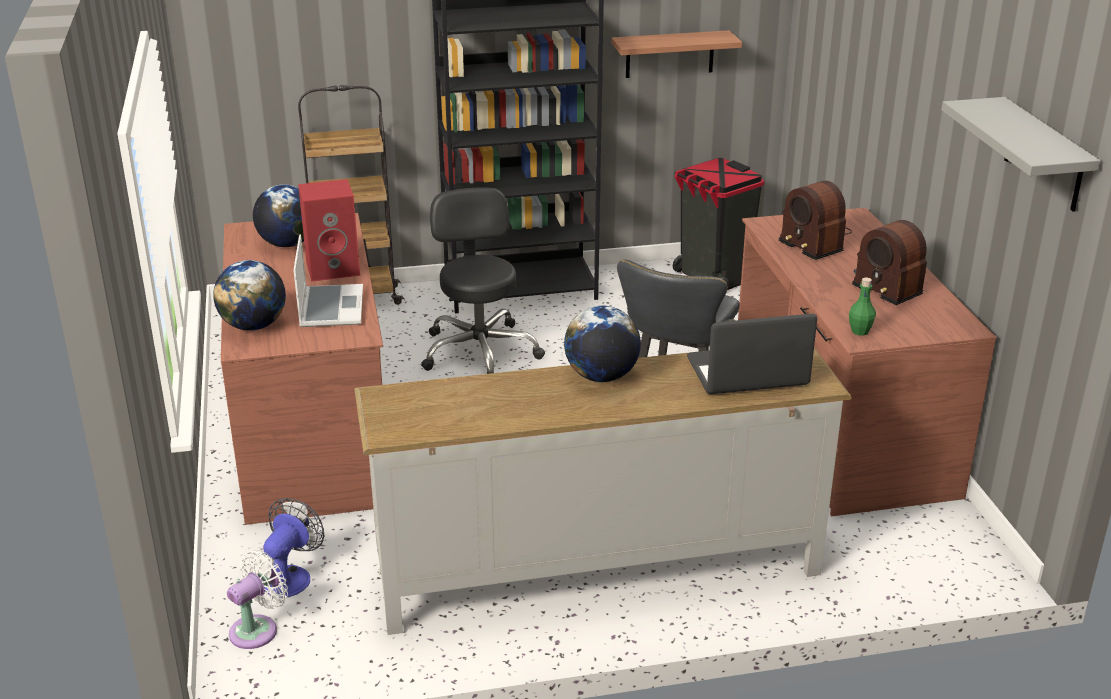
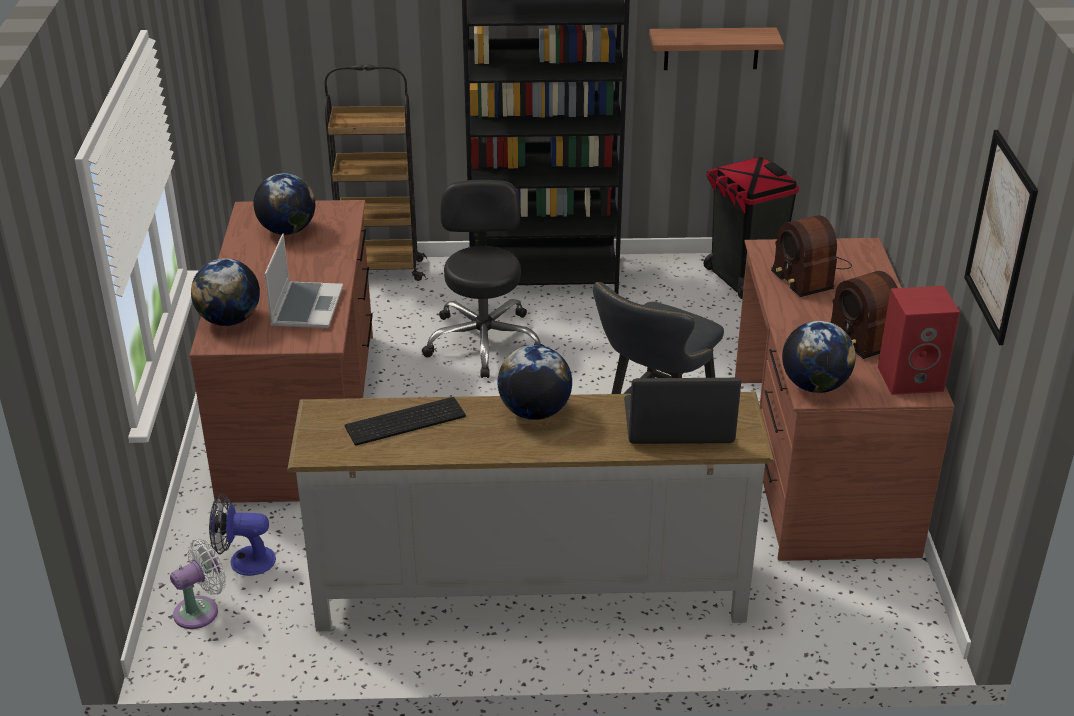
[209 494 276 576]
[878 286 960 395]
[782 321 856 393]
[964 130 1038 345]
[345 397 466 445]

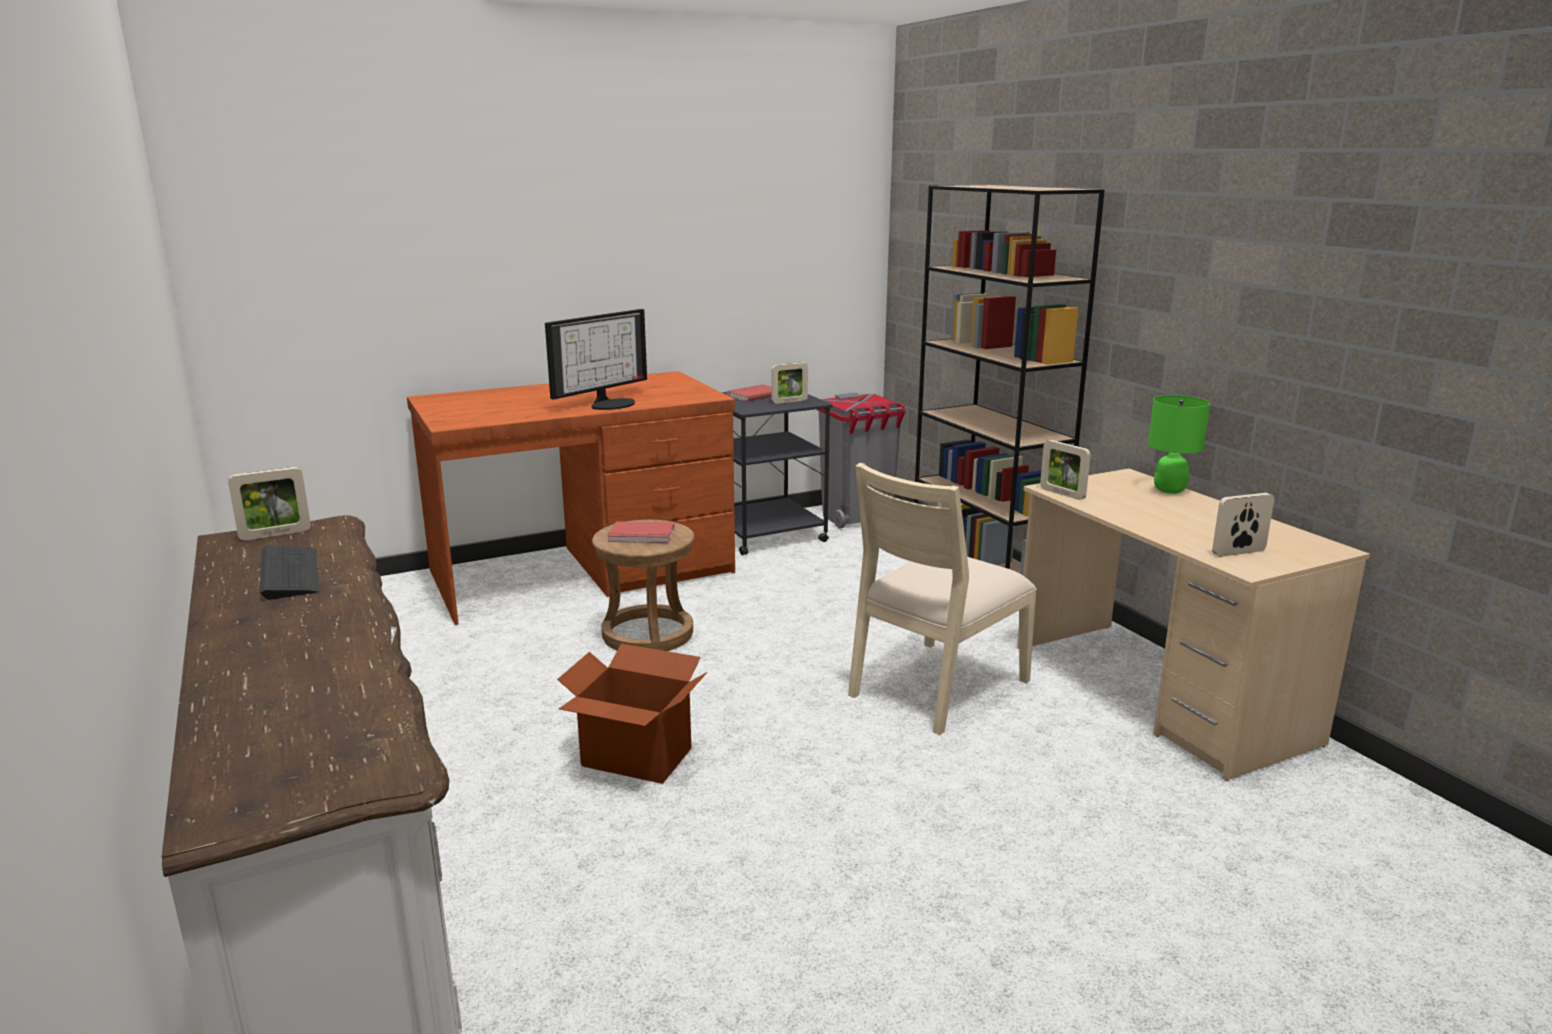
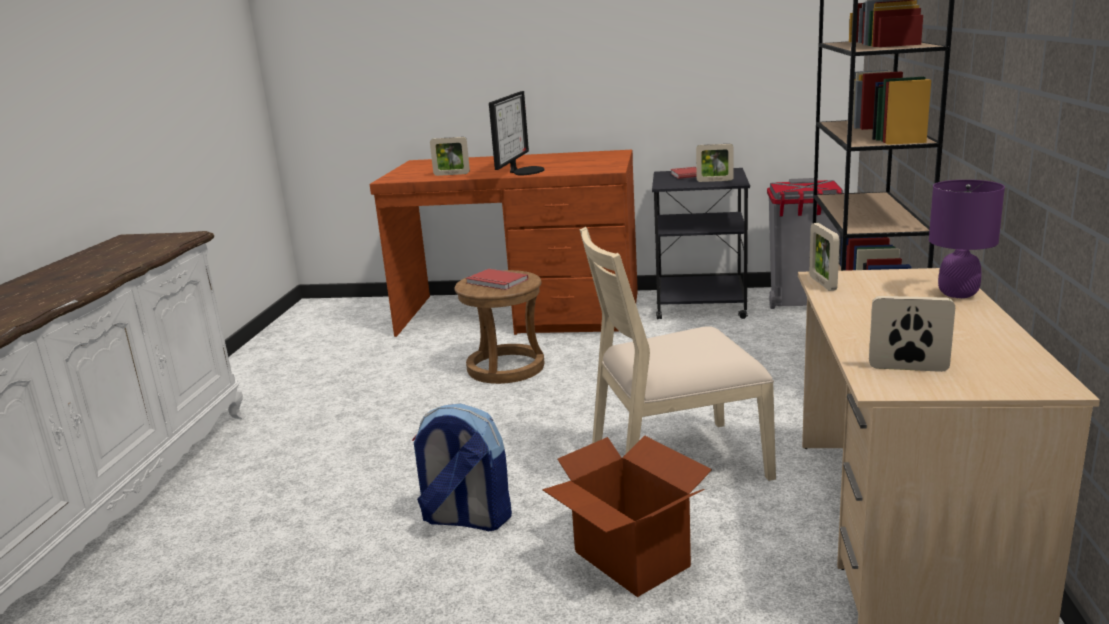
[430 137 470 176]
[259 545 319 600] (first image)
[489 91 544 175]
[542 435 712 597]
[929 180 1005 298]
[412 404 512 531]

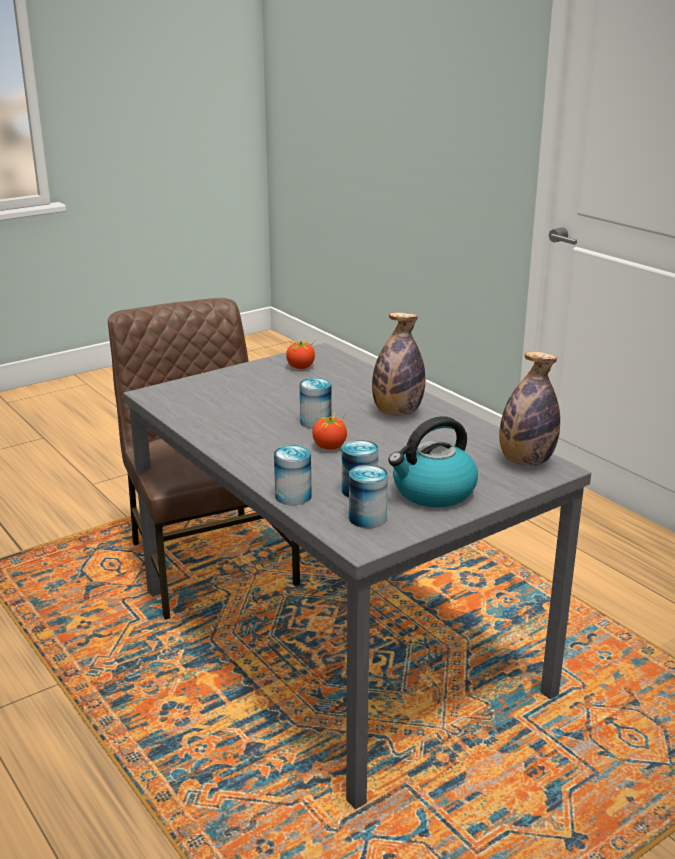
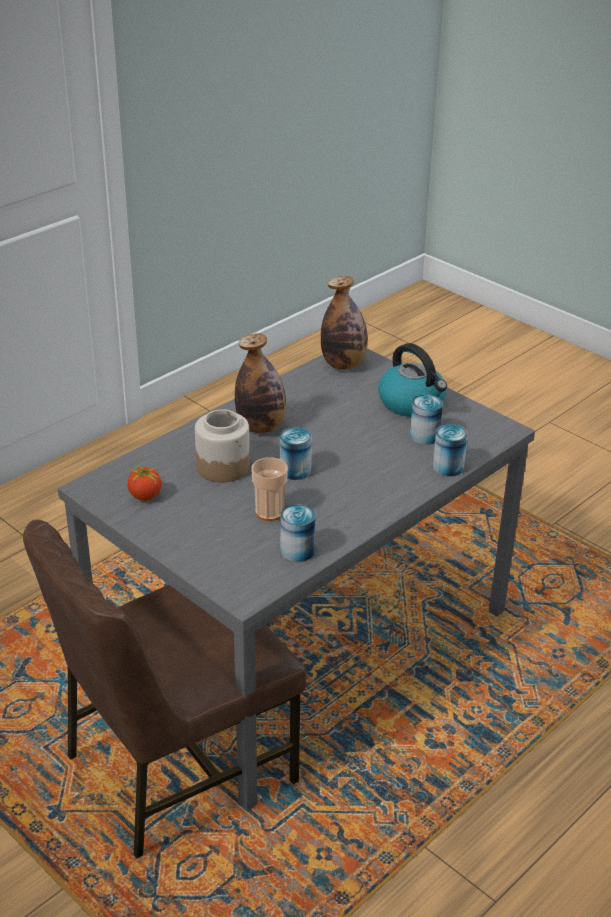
[312 410 347 450] (first image)
[280 504 315 562]
[195 409 250 482]
[252 458 288 521]

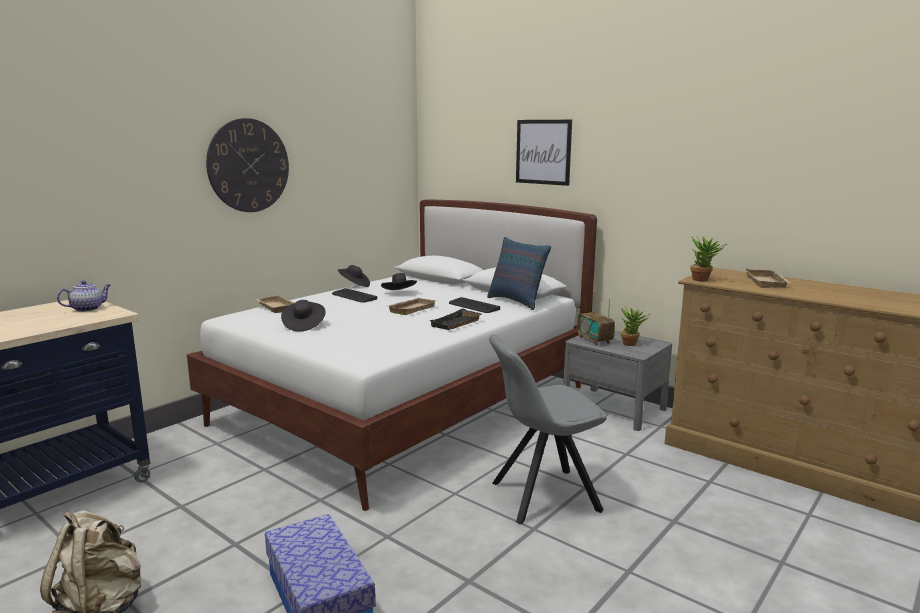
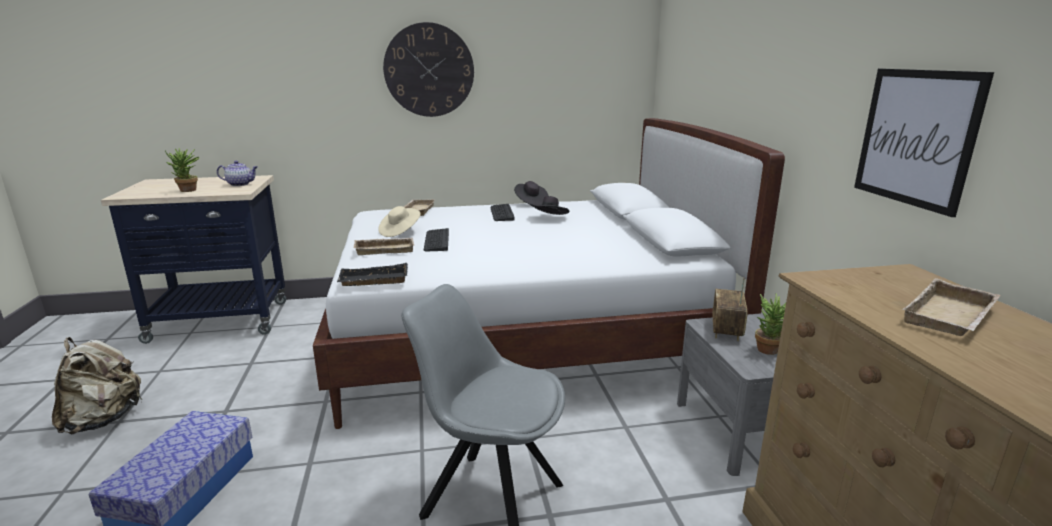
[378 206 421 237]
[353 238 414 255]
[337 263 408 286]
[424 228 449 251]
[487 237 551 310] (first image)
[854 69 994 217]
[165 148 199 192]

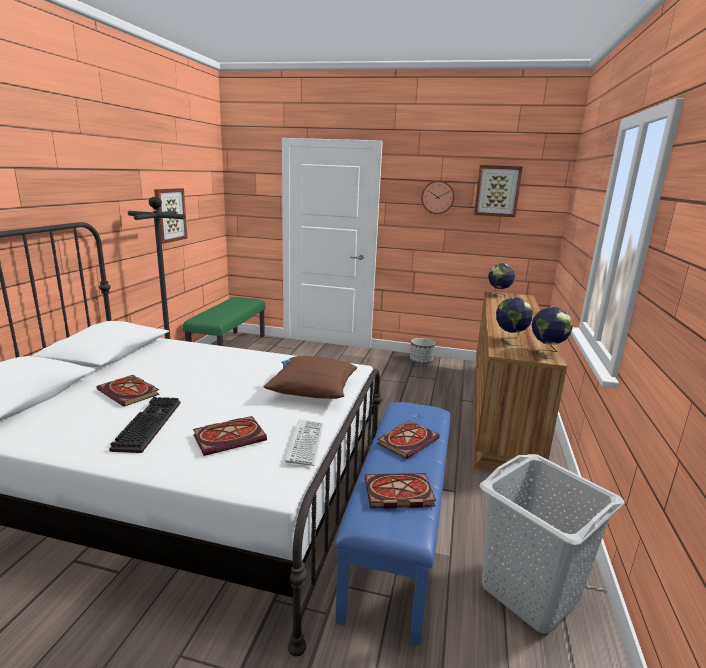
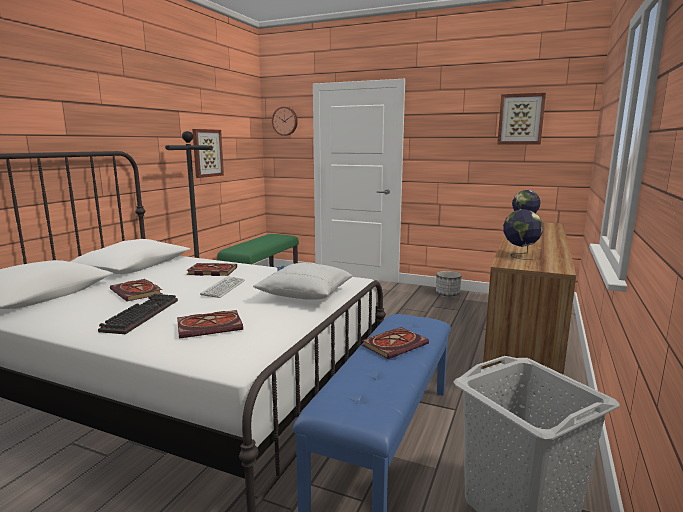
[253 263 353 300]
[200 276 245 298]
[186 263 237 276]
[272 107 298 136]
[532 307 573 359] (first image)

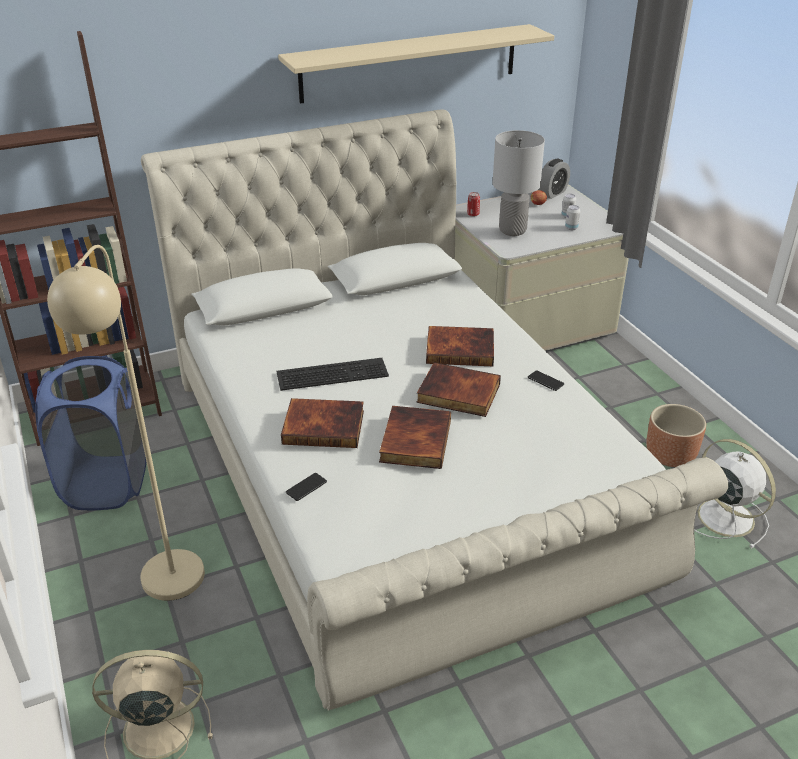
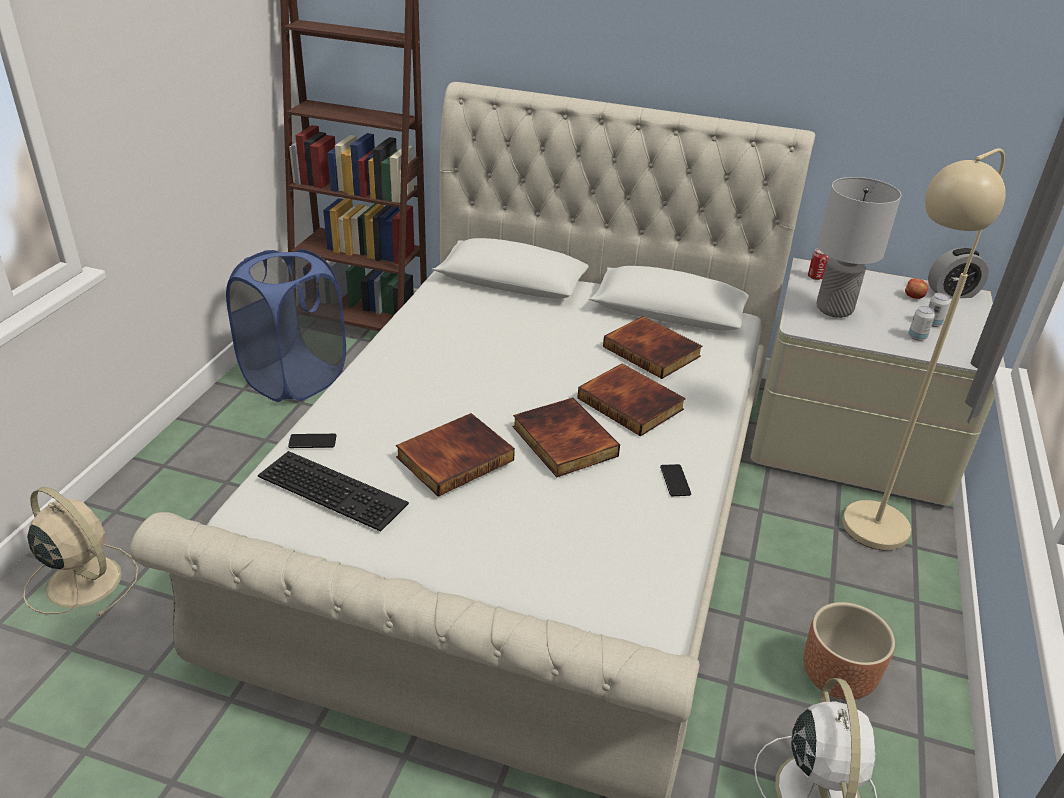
[842 148 1006 550]
[258 451 409 532]
[278 24 554 104] (first image)
[603 316 702 379]

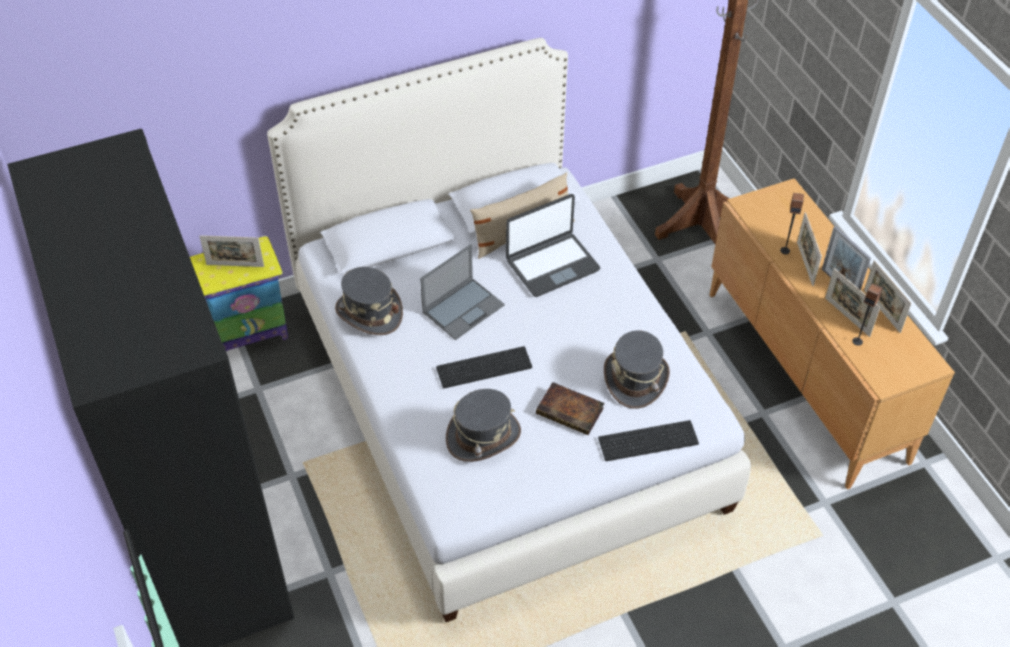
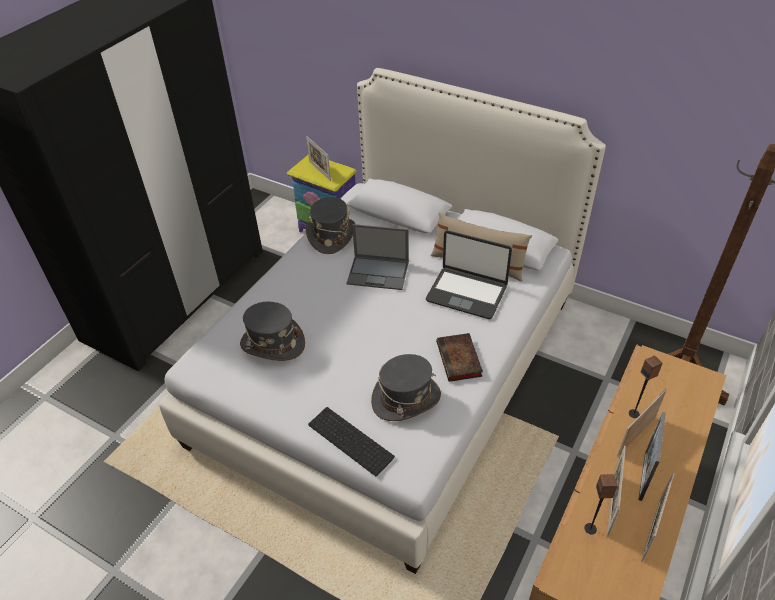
[436 346 532 389] (first image)
[436 333 483 382]

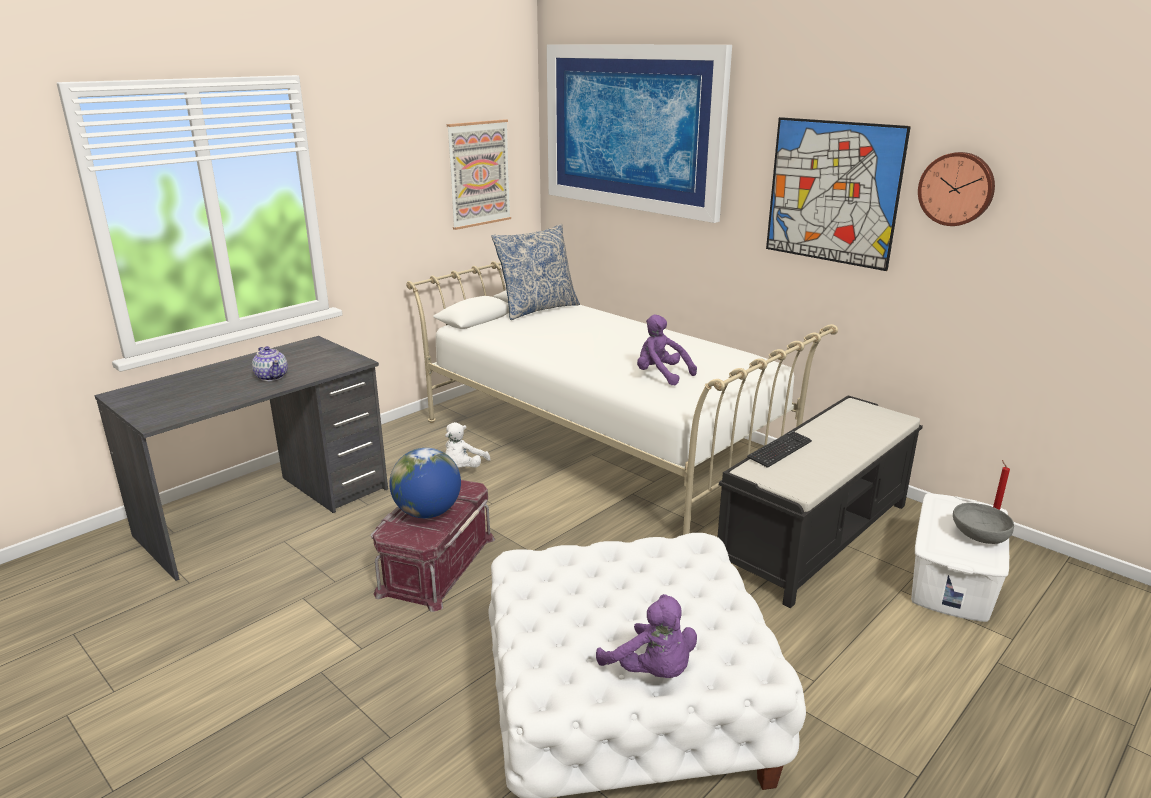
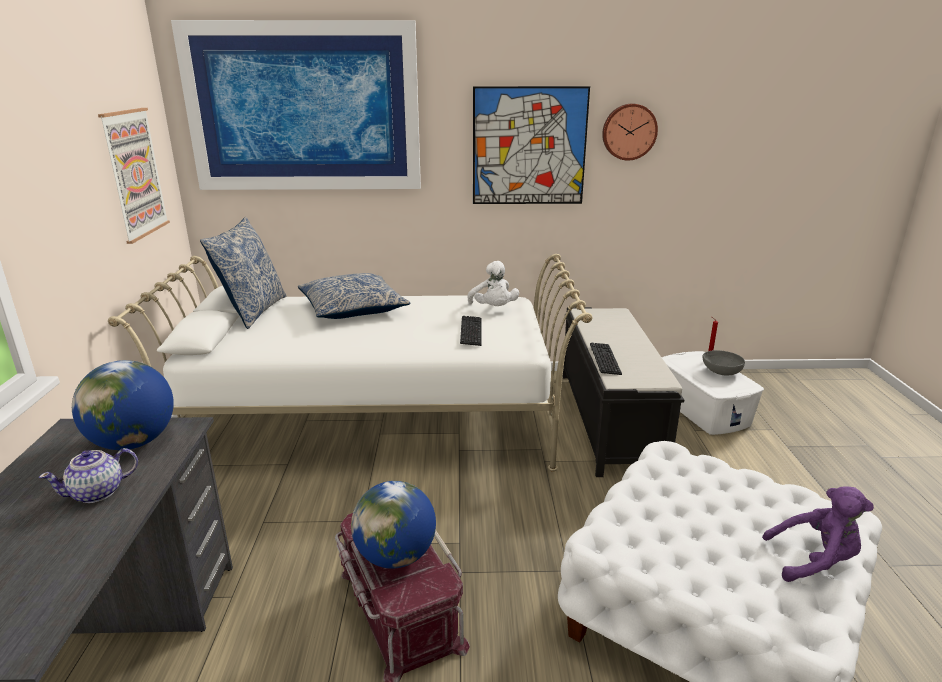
[39 448 138 503]
[467 261 519 306]
[460 316 482 346]
[72 360 174 450]
[298 273 410 319]

